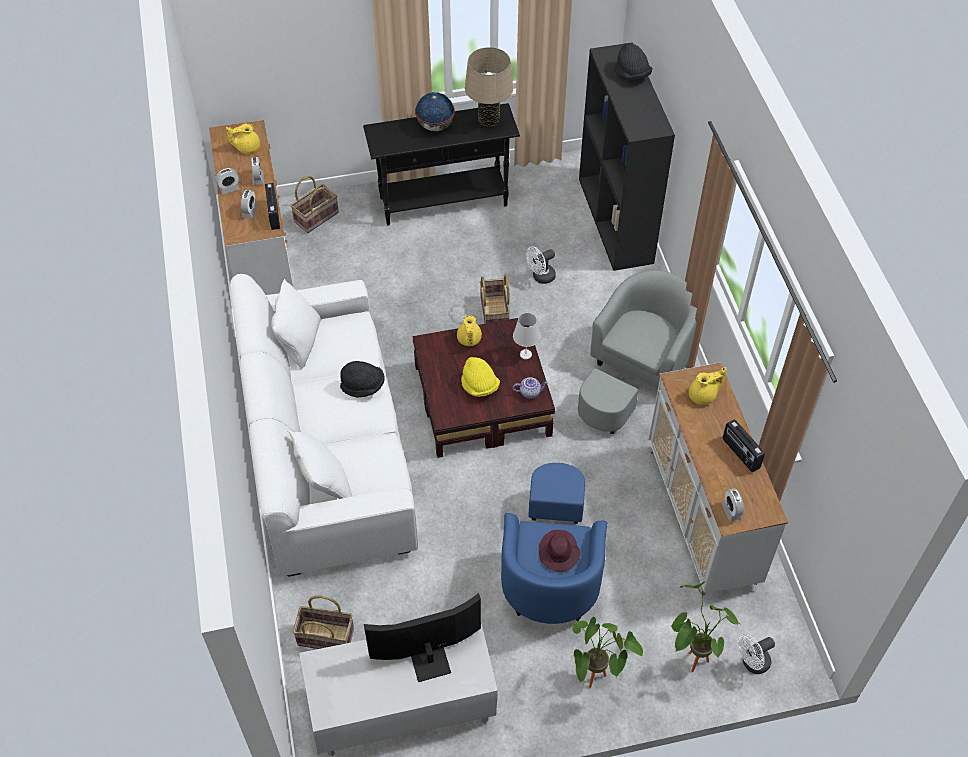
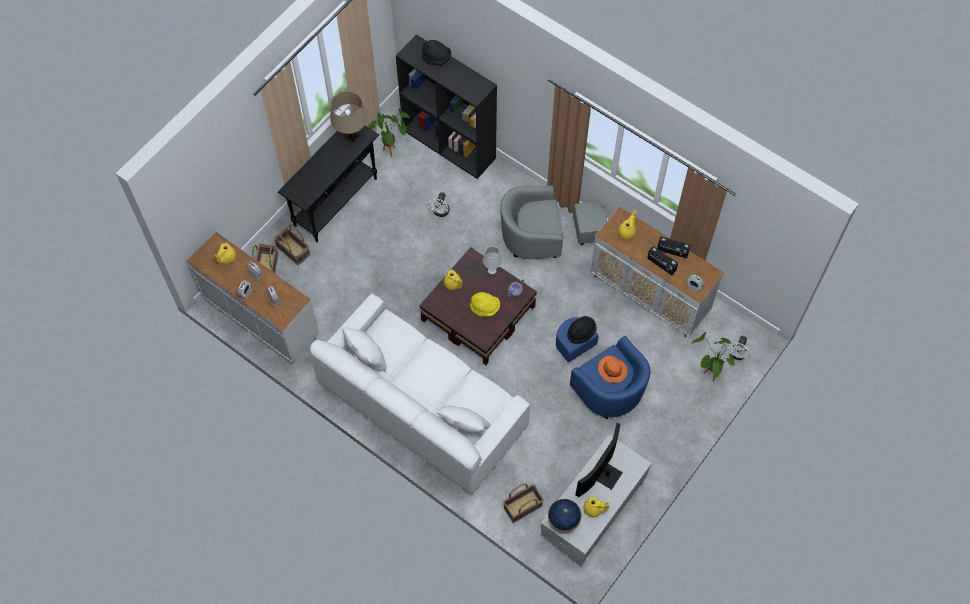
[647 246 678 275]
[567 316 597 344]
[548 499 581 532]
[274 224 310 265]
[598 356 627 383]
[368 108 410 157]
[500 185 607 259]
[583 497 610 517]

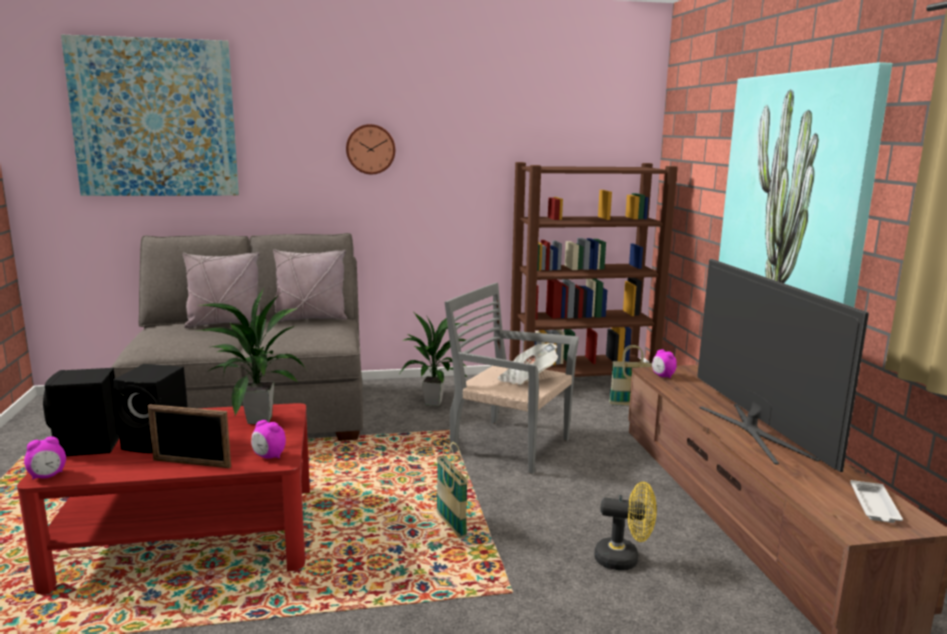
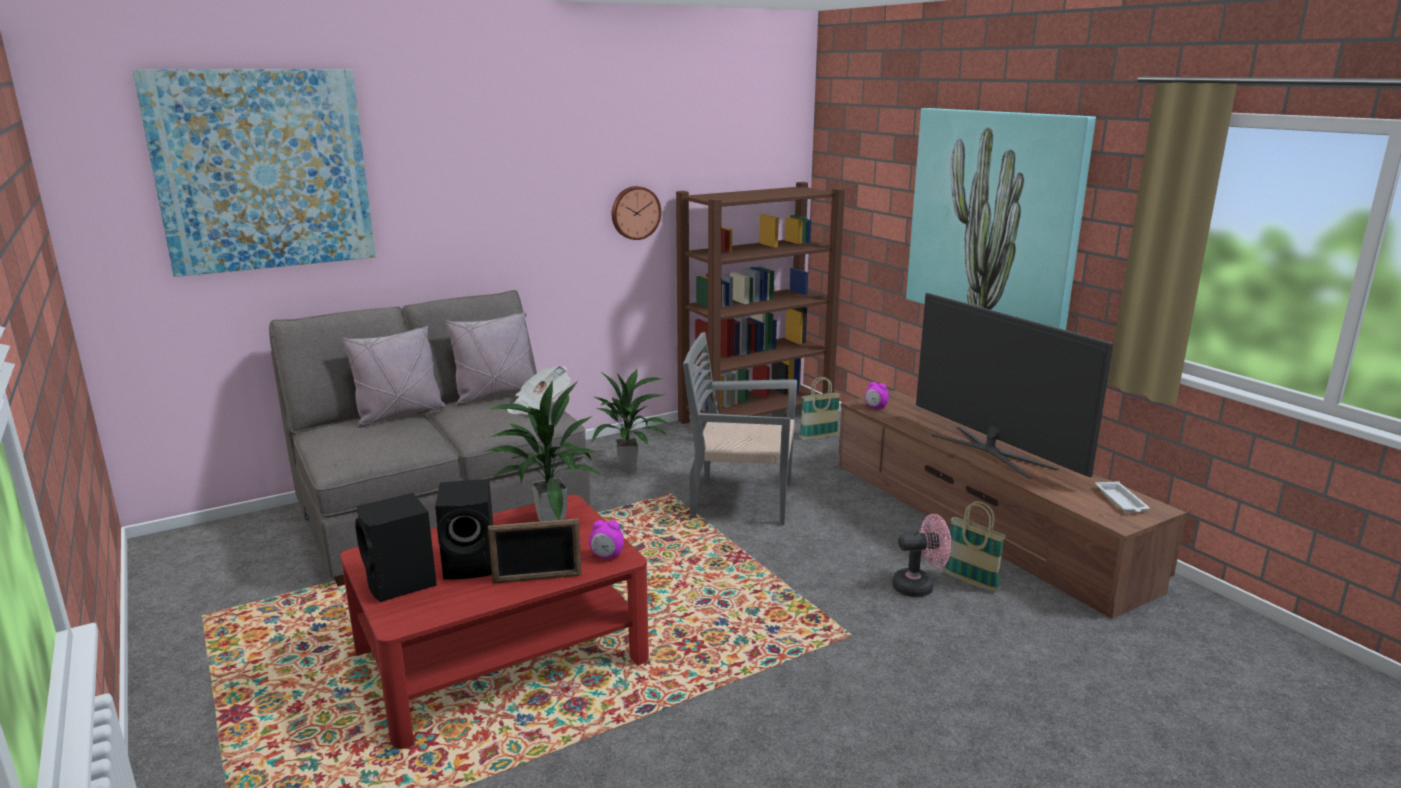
[24 436 66 479] (first image)
[612 186 661 240]
[944 501 1006 592]
[507 365 571 415]
[892 514 952 597]

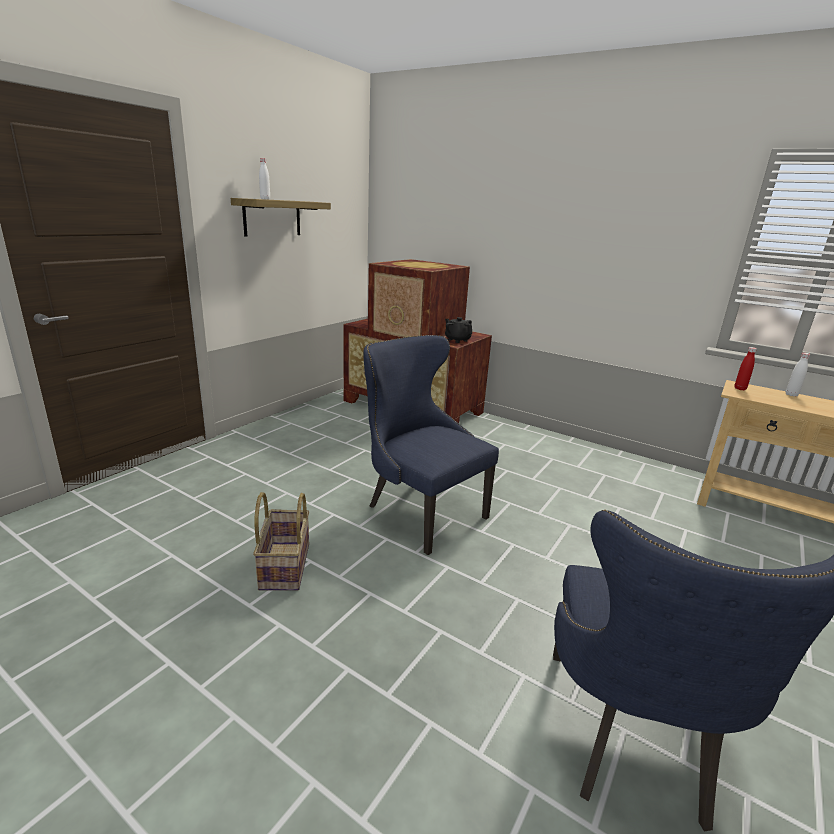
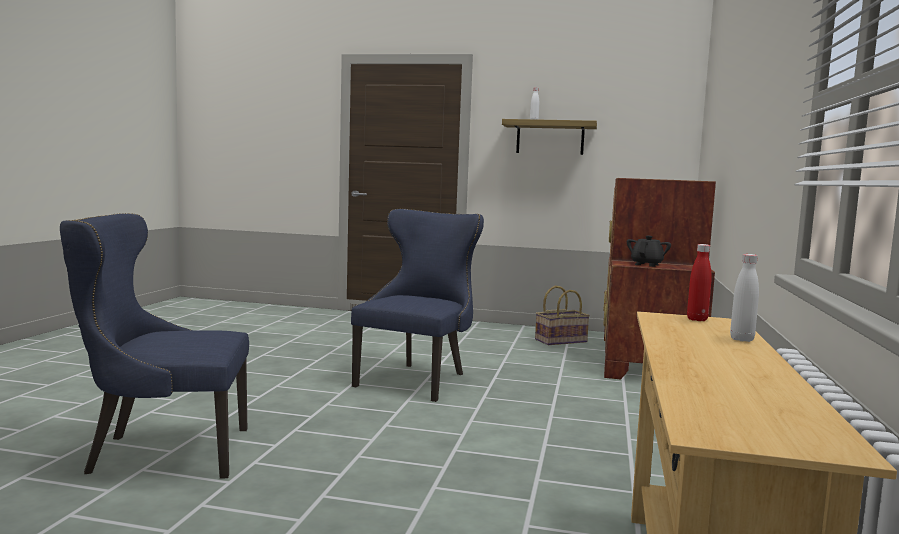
[535 286 590 345]

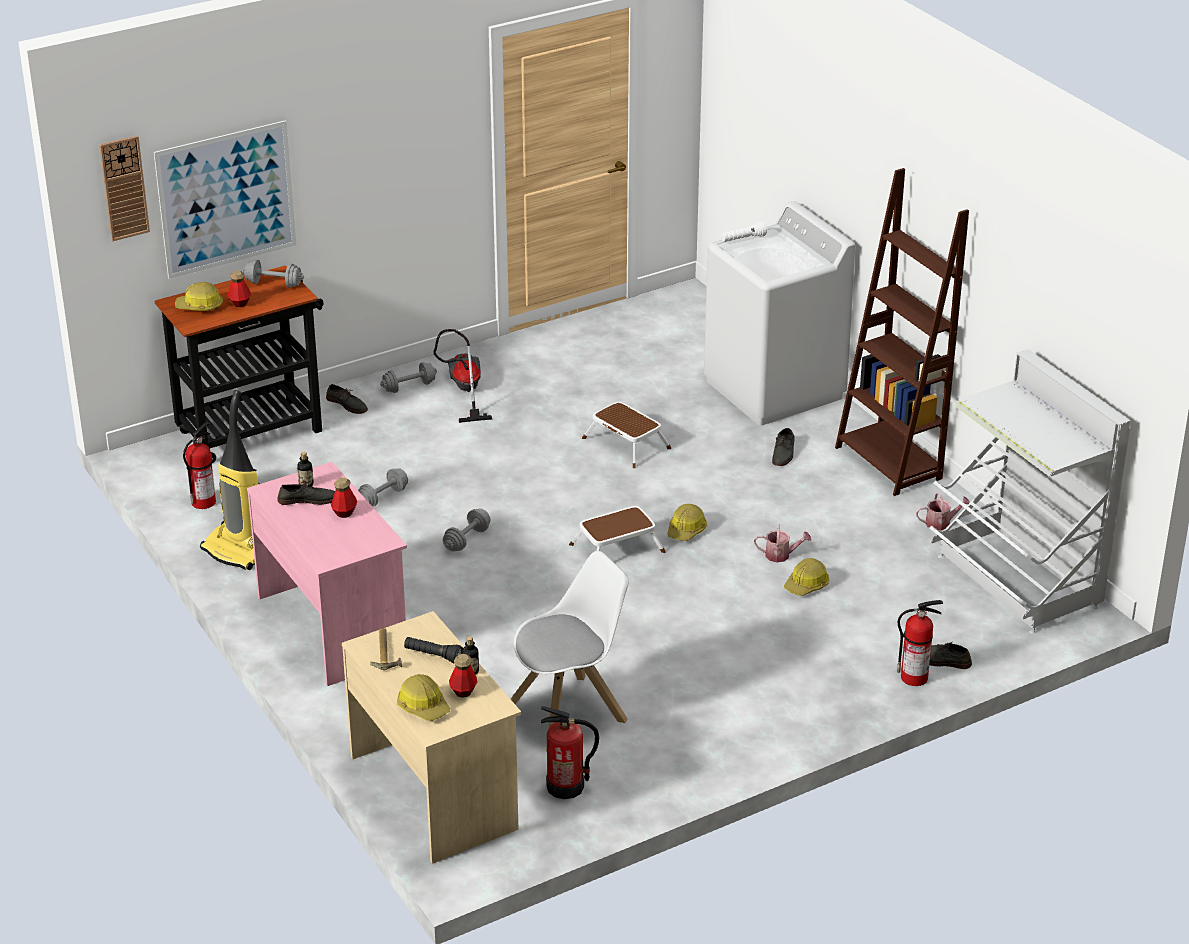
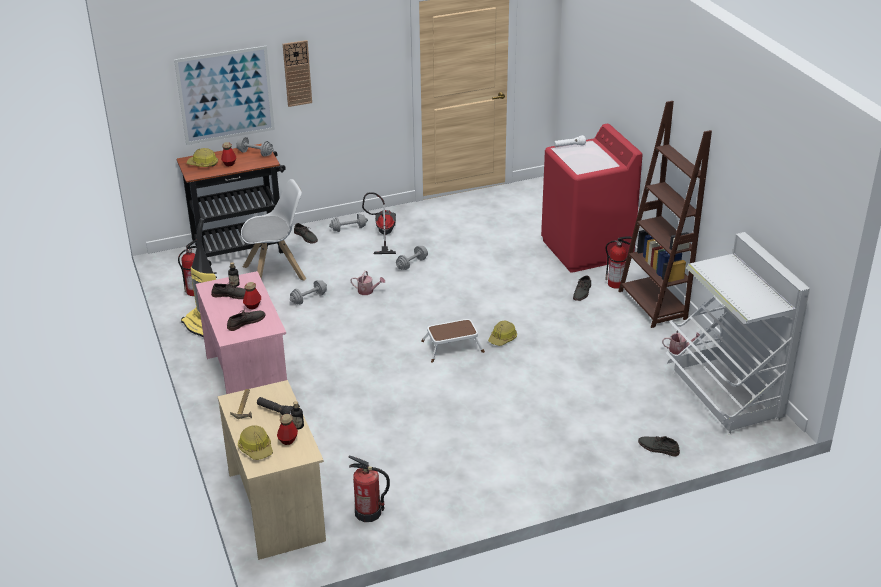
[283 40 312 107]
[396 246 428 270]
[241 179 306 281]
[582 402 671 468] (first image)
[541 124 642 273]
[351 271 385 295]
[784 558 829 596] (first image)
[605 236 632 289]
[227 309 265 331]

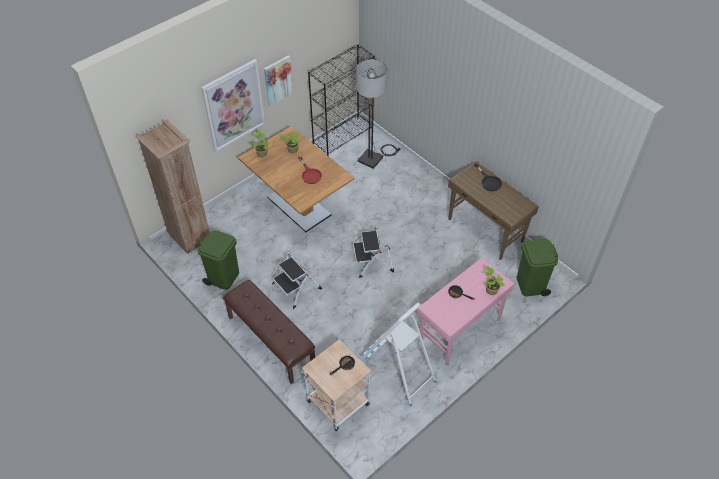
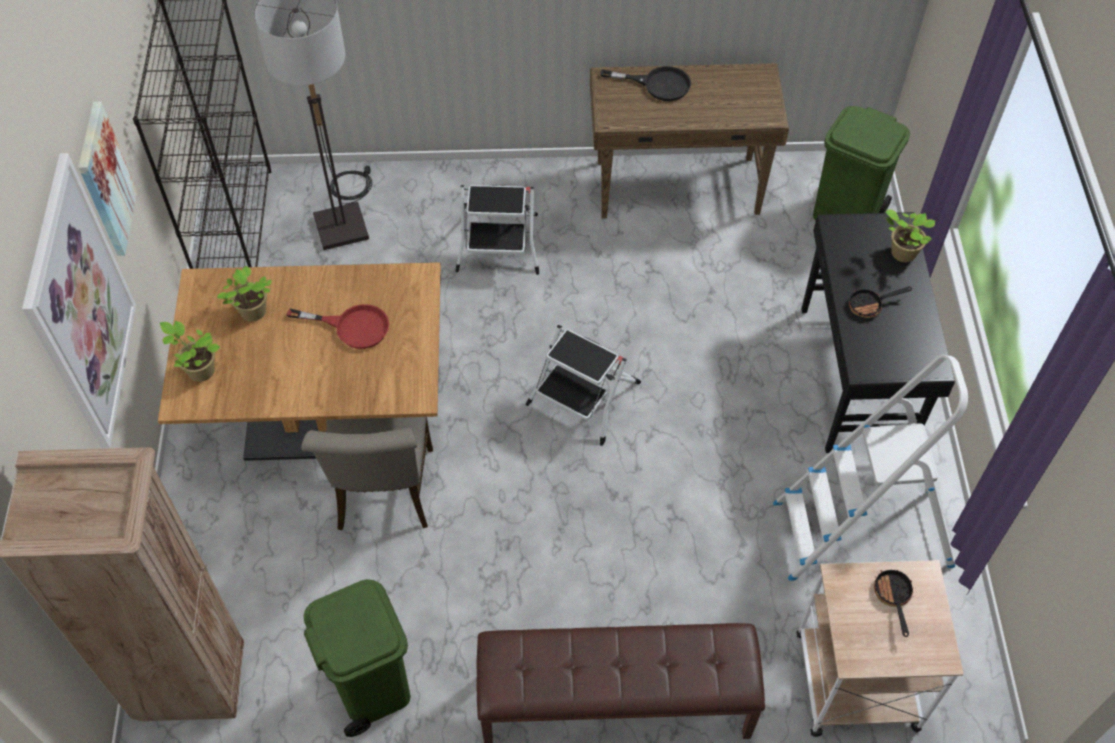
[455 185 539 275]
[801 212 955 453]
[301 417 433 530]

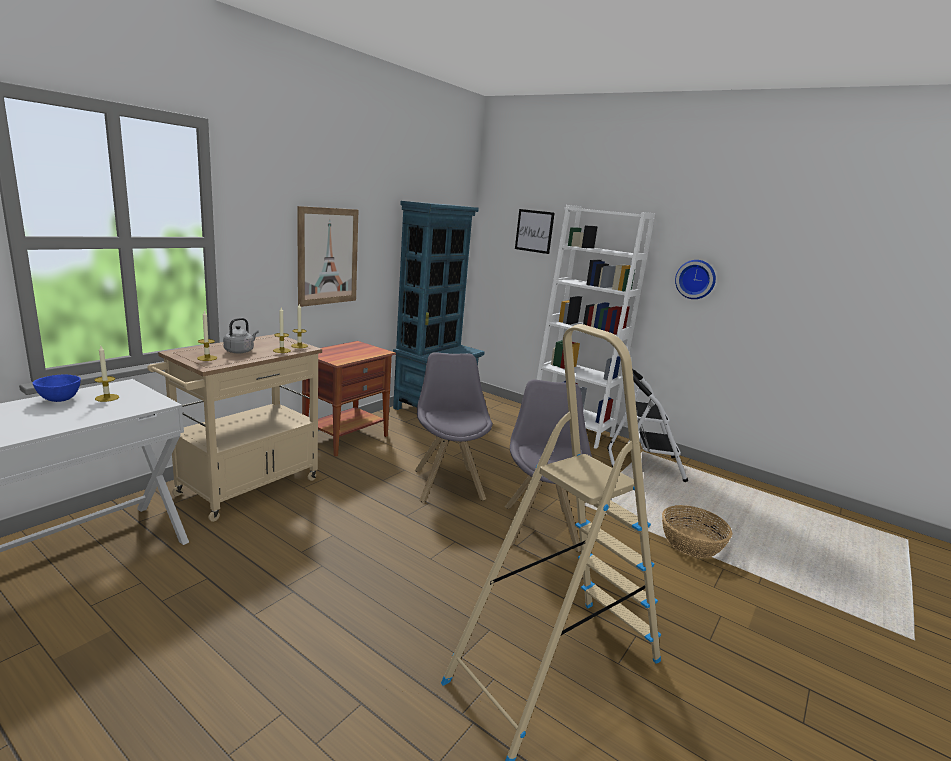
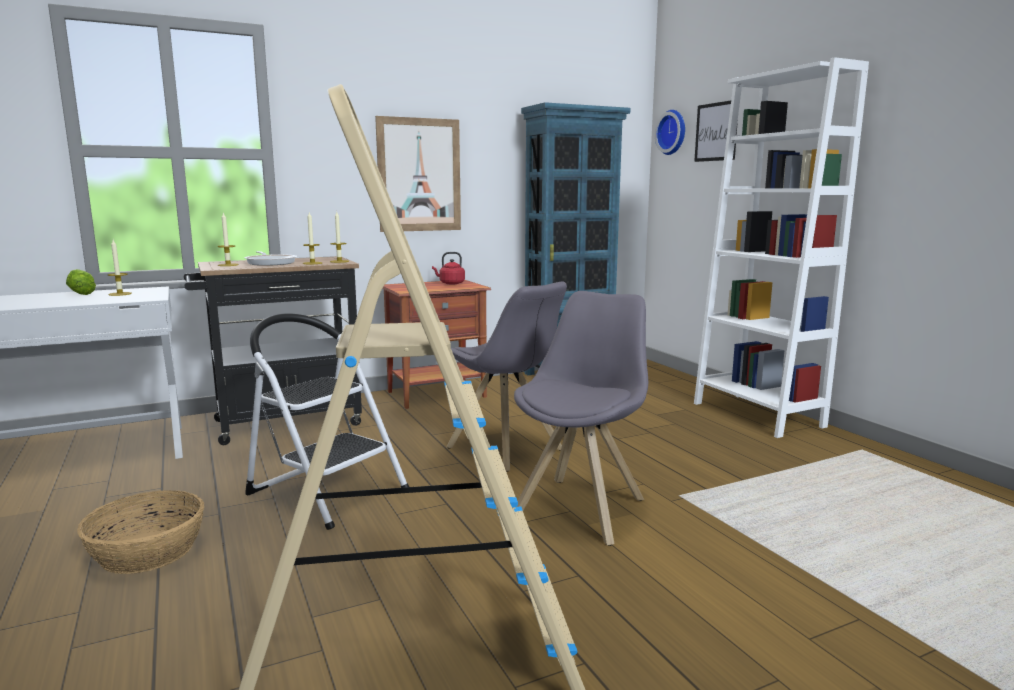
[66 269 96 295]
[184 256 362 445]
[245 251 297 266]
[446 281 567 472]
[245 313 409 530]
[77 490 205 574]
[655 110 685 155]
[432 252 465 284]

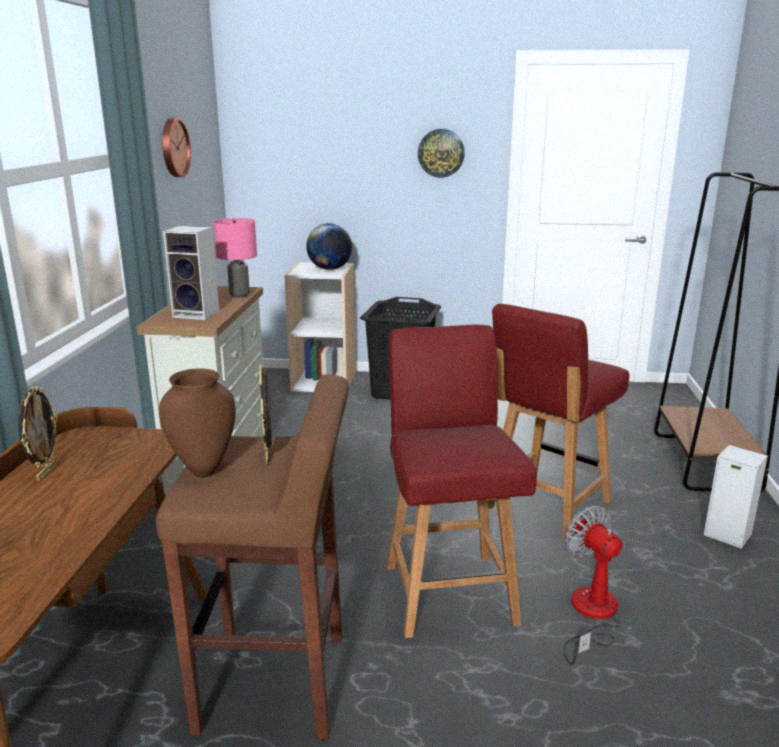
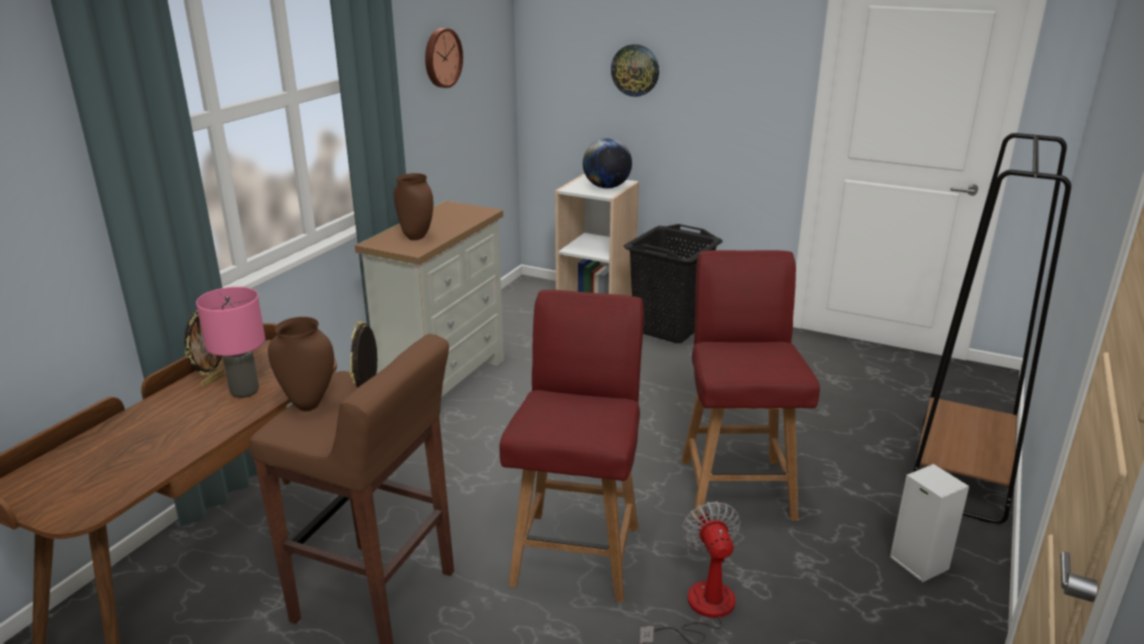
[394 173 433 240]
[196 287 265 398]
[611 44 659 97]
[682 250 820 521]

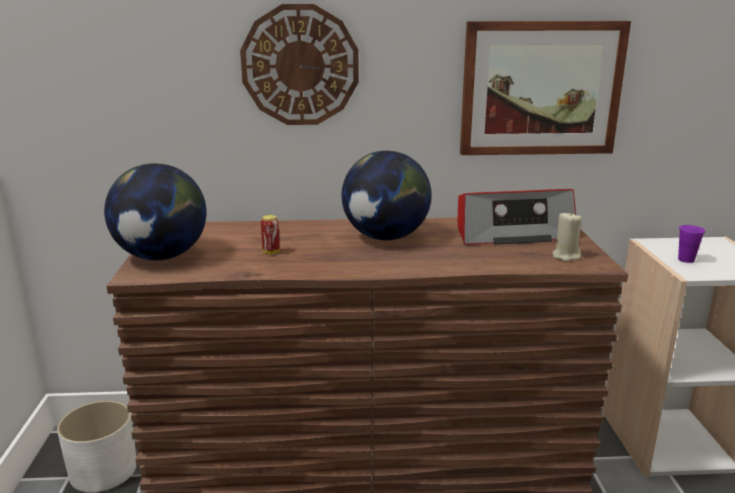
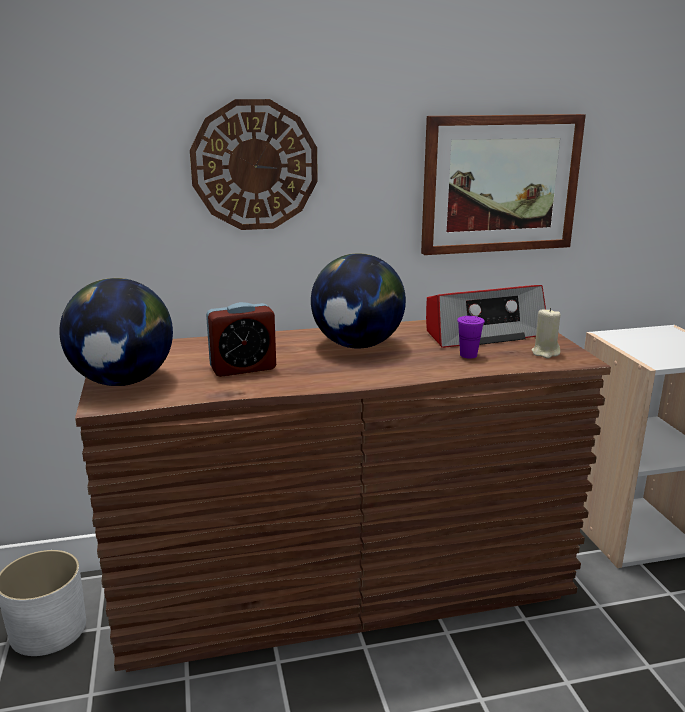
[206 302 276 377]
[457 316 485 359]

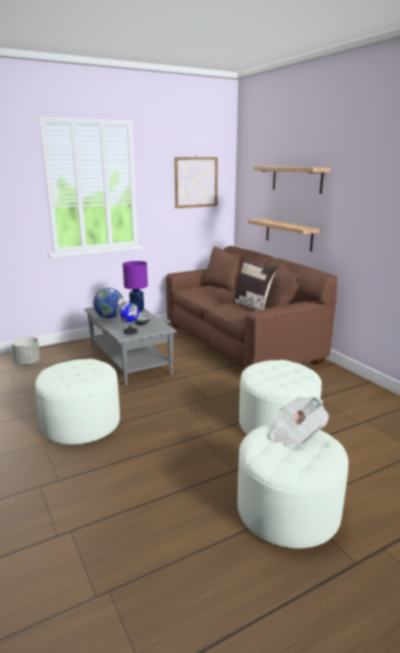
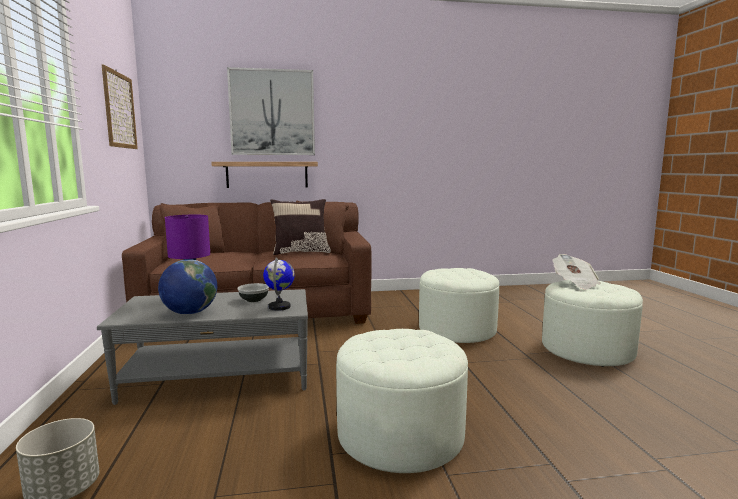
[227 67 315 155]

